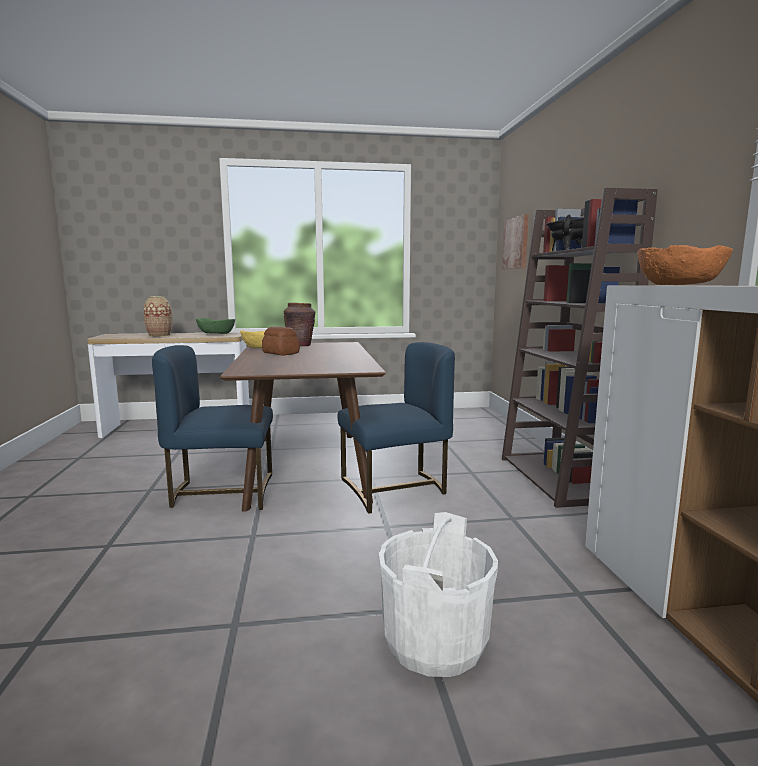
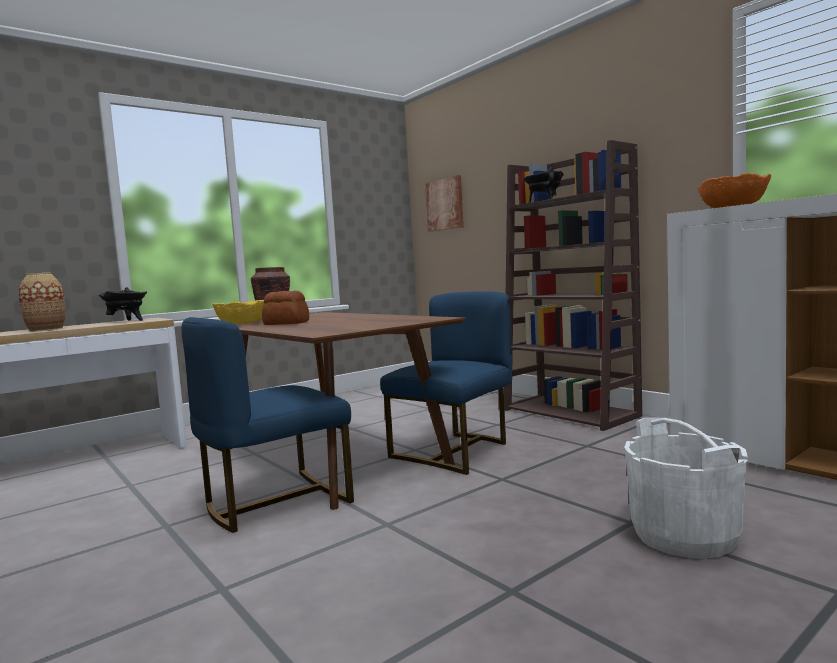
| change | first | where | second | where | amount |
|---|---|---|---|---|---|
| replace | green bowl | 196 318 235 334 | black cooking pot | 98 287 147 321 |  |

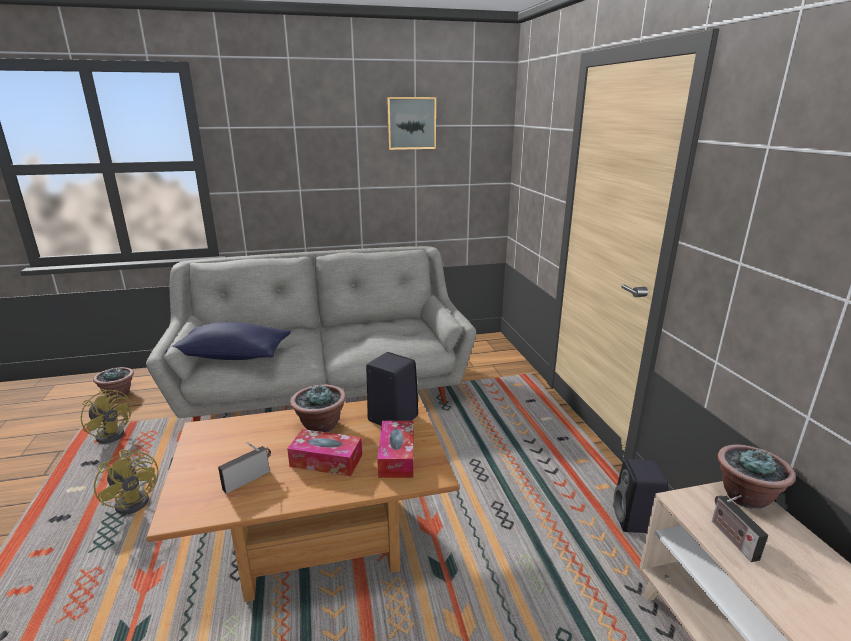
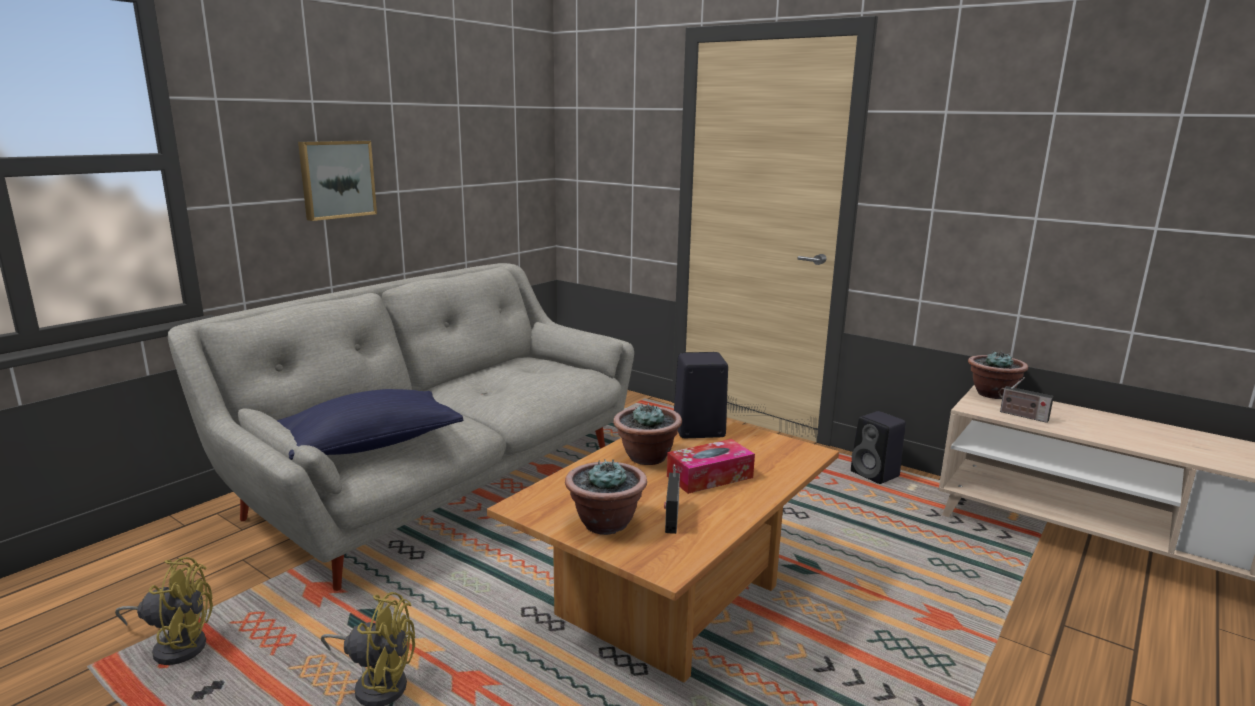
| change | first | where | second | where | amount |
|---|---|---|---|---|---|
| move | picture | 387 97 436 150 |  | 298 141 377 221 |  |
| move | potted plant | 93 367 134 398 |  | 565 459 647 535 |  |
| delete | tissue box | 377 421 414 478 |  |  |  |

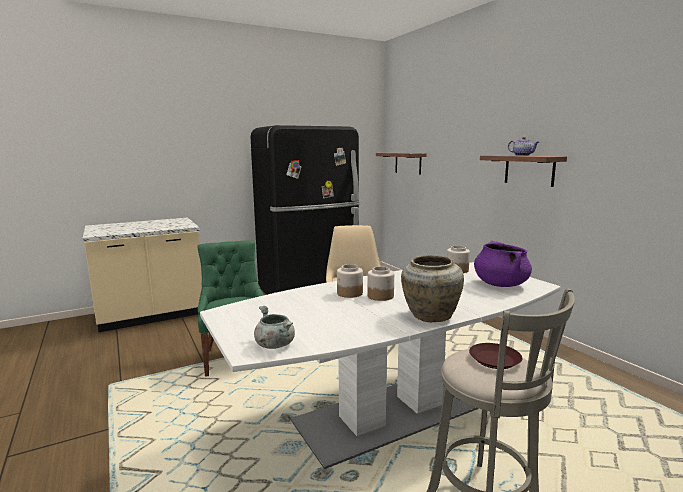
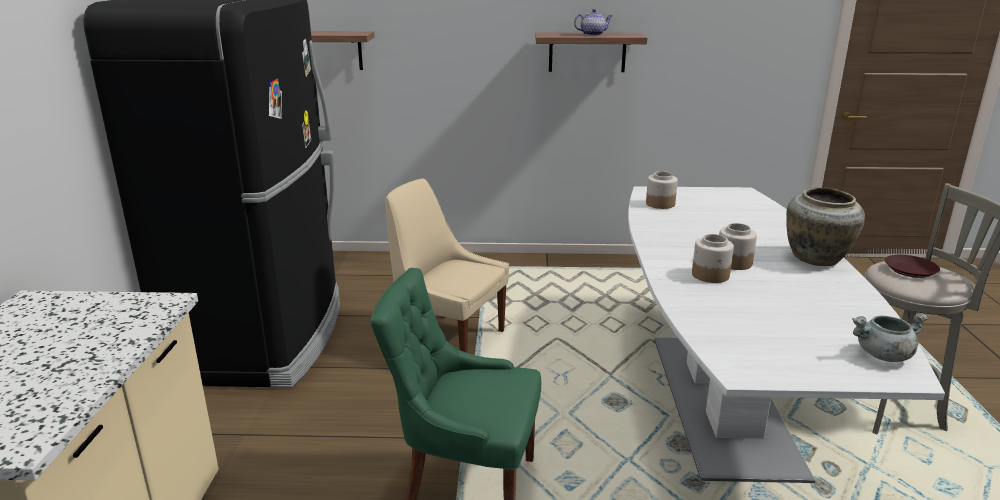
| change | first | where | second | where | amount |
|---|---|---|---|---|---|
| delete | purple cooking pot | 474 241 532 287 |  |  |  |

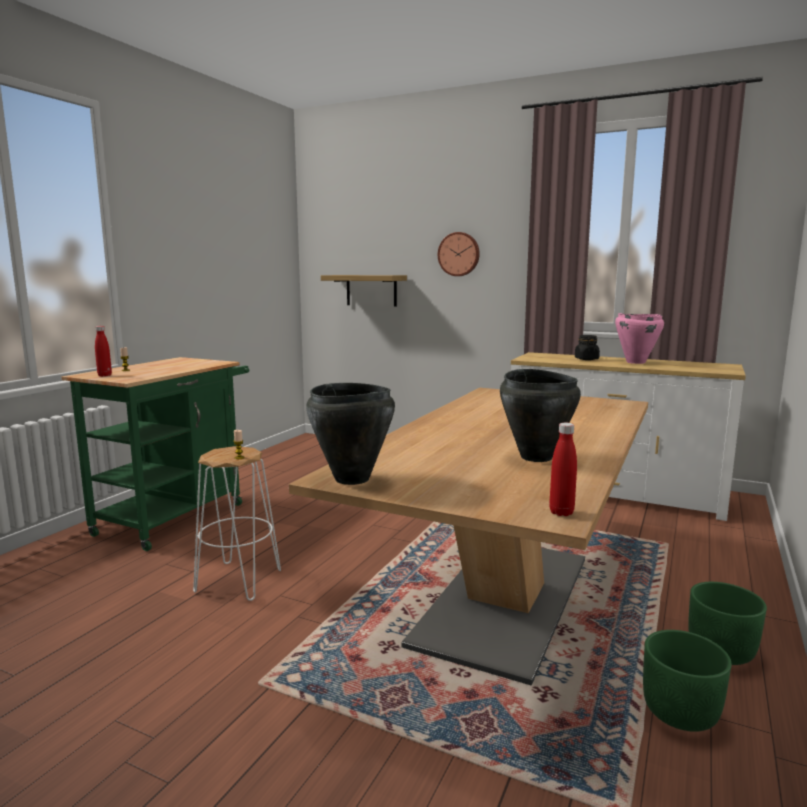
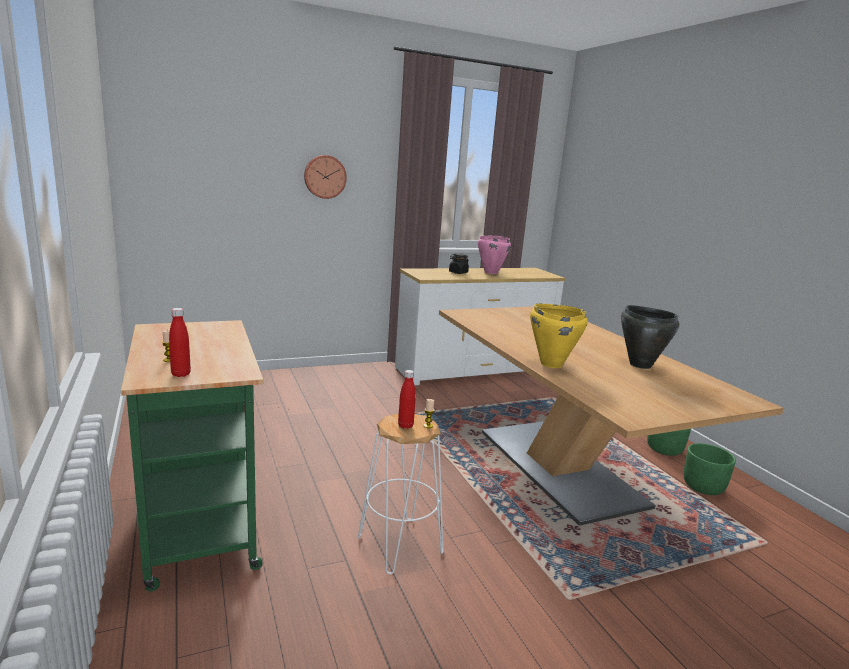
| change | first | where | second | where | amount |
|---|---|---|---|---|---|
| move | red bottle | 549 423 577 516 |  | 398 370 416 429 |  |
| insert |  |  | yellow cooking pot | 530 304 588 368 |  |
| delete | black cooking pot | 306 383 395 485 |  |  |  |
| delete | shelf | 321 275 407 307 |  |  |  |

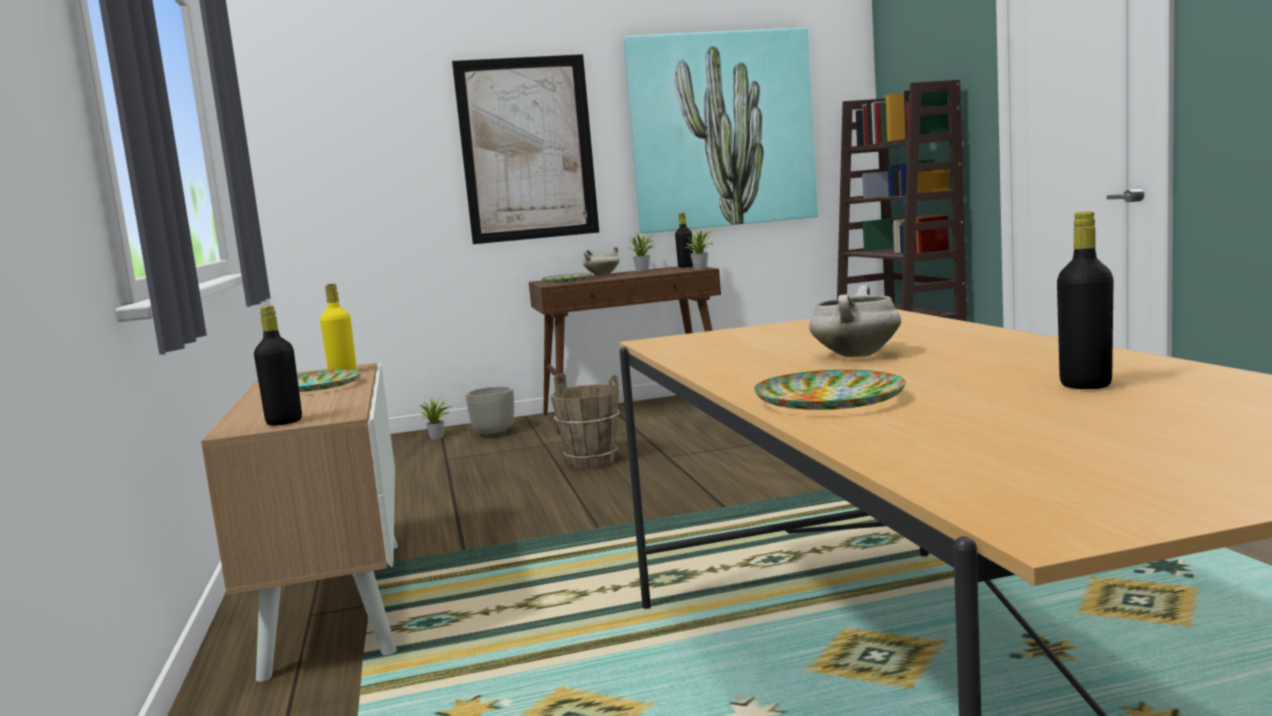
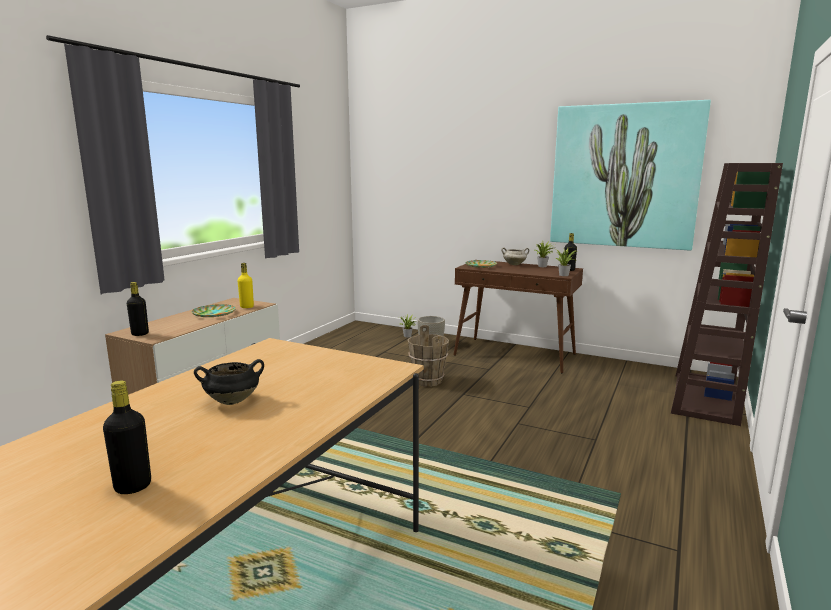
| change | first | where | second | where | amount |
|---|---|---|---|---|---|
| recolor | white cooking pot | 809 285 901 357 | black cooking pot | 194 359 264 405 |  |
| delete | picture | 452 54 599 244 |  |  |  |
| delete | plate | 754 370 906 410 |  |  |  |

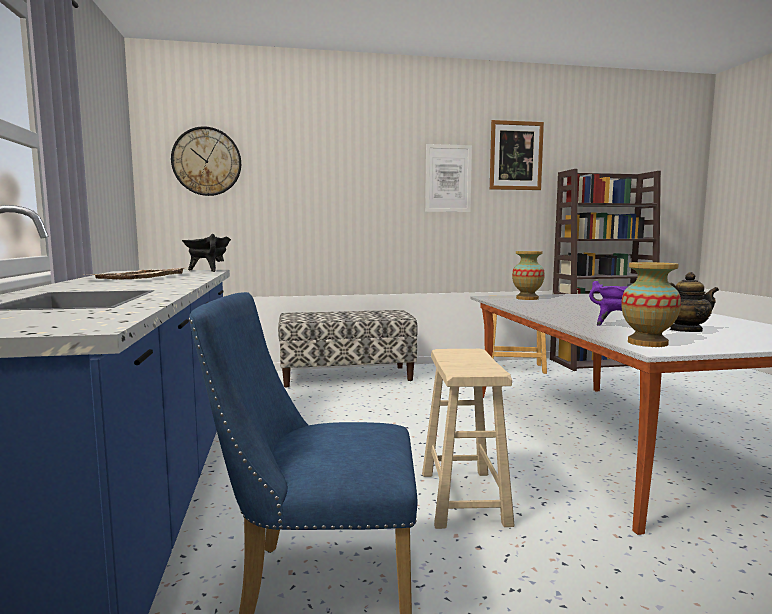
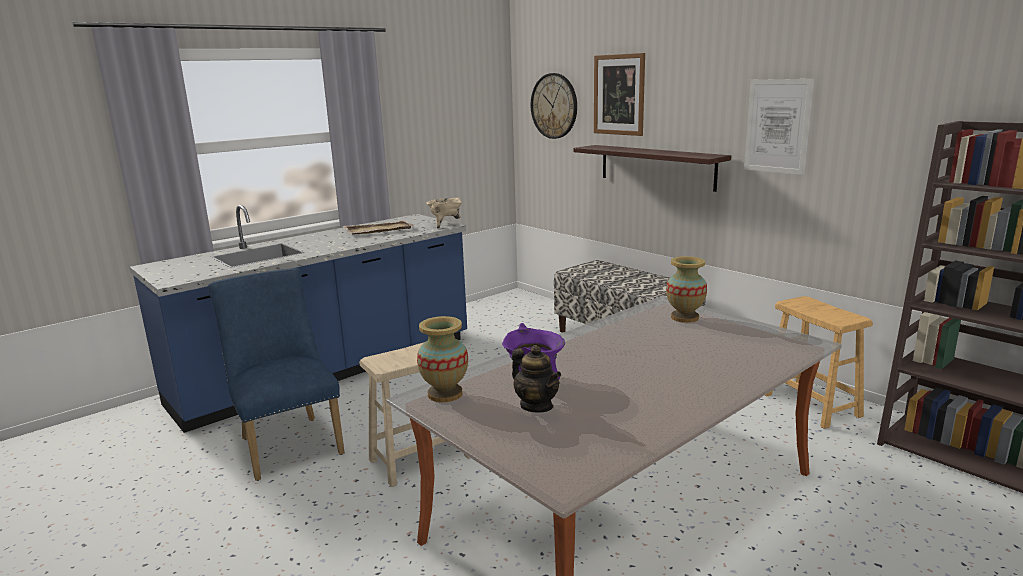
| change | first | where | second | where | amount |
|---|---|---|---|---|---|
| recolor | black cooking pot | 182 234 231 272 | beige cooking pot | 426 198 462 229 |  |
| insert |  |  | shelf | 574 145 731 192 |  |
| move | picture | 490 120 544 190 |  | 594 53 645 136 |  |

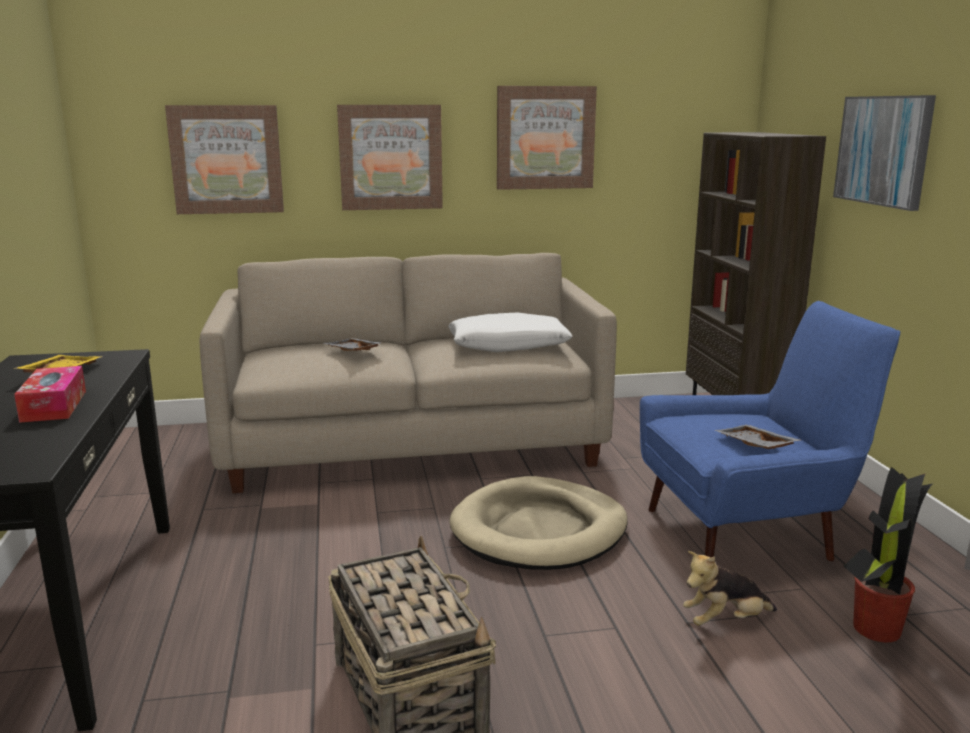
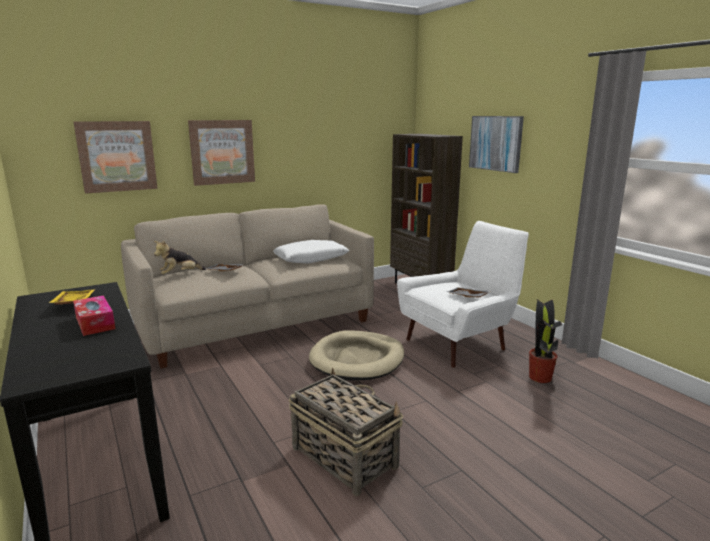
| change | first | where | second | where | amount |
|---|---|---|---|---|---|
| move | plush toy | 683 551 777 626 |  | 154 241 206 274 |  |
| recolor | blue armchair | 640 301 900 561 | white armchair | 397 221 529 367 |  |
| delete | picture | 497 86 597 190 |  |  |  |

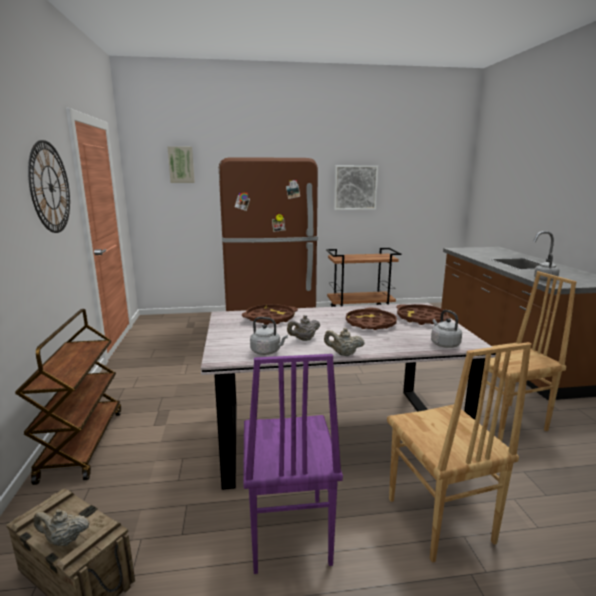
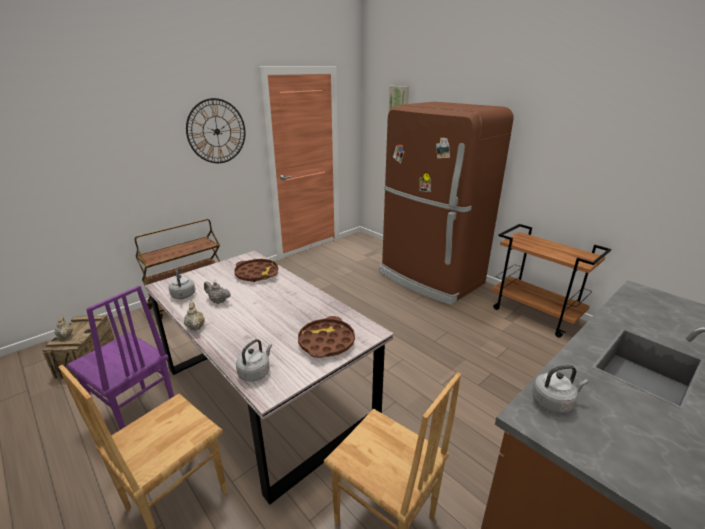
| change | first | where | second | where | amount |
|---|---|---|---|---|---|
| rotate | purple chair | 243 354 343 574 |  | 66 285 174 430 | 105 degrees counterclockwise |
| delete | picture | 334 165 378 210 |  |  |  |
| delete | brown tray | 346 308 397 330 |  |  |  |

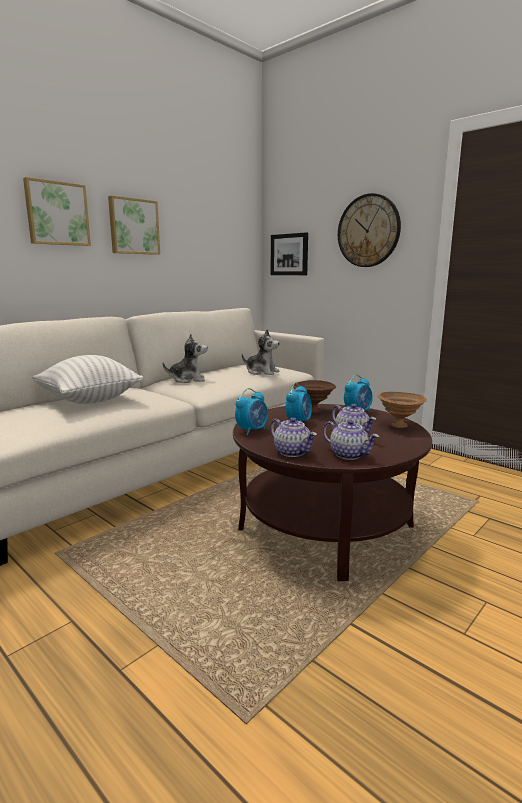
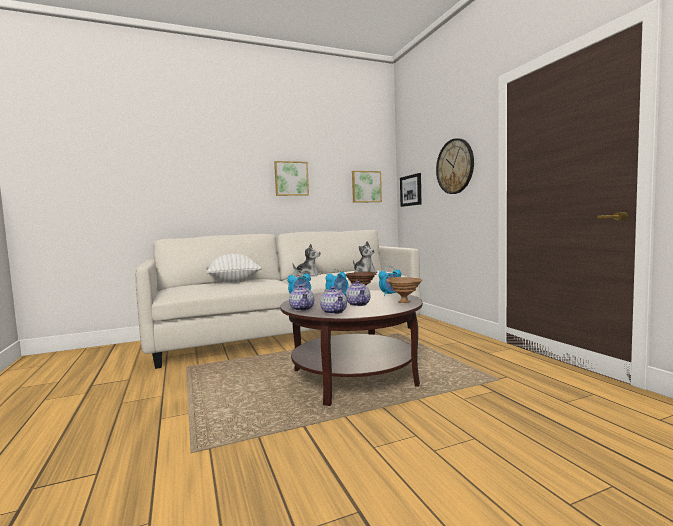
| change | first | where | second | where | amount |
|---|---|---|---|---|---|
| move | picture | 23 177 91 246 |  | 352 171 382 203 |  |

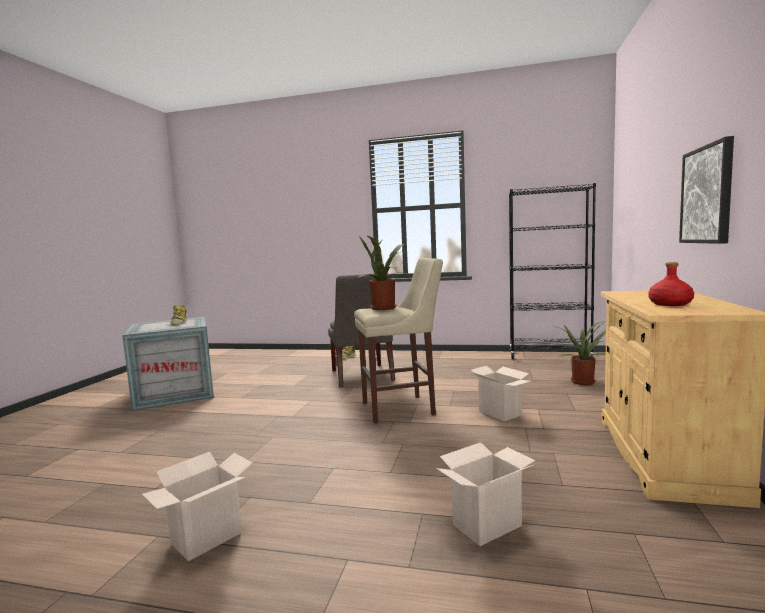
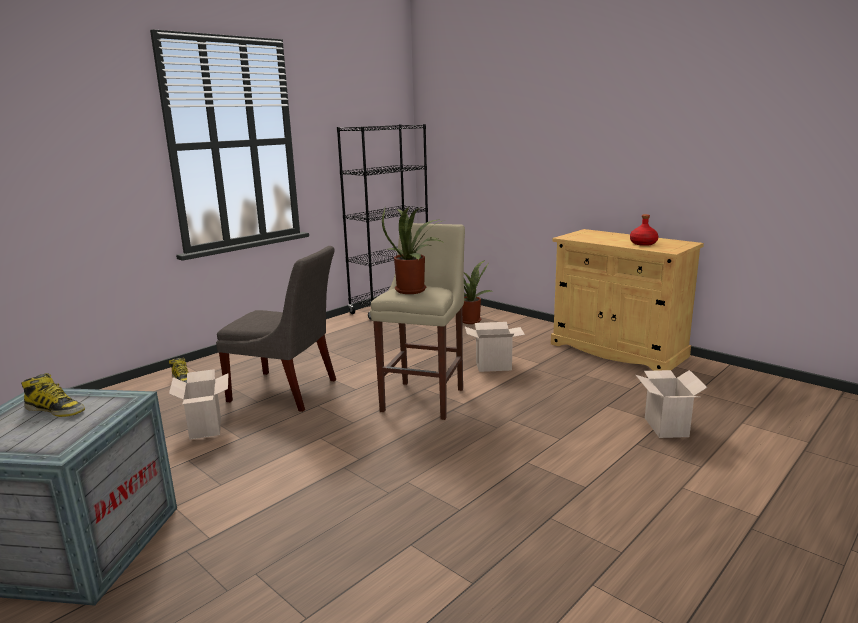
| change | first | where | second | where | amount |
|---|---|---|---|---|---|
| move | cardboard box | 142 452 252 561 |  | 169 369 228 440 |  |
| delete | picture | 679 136 734 244 |  |  |  |

